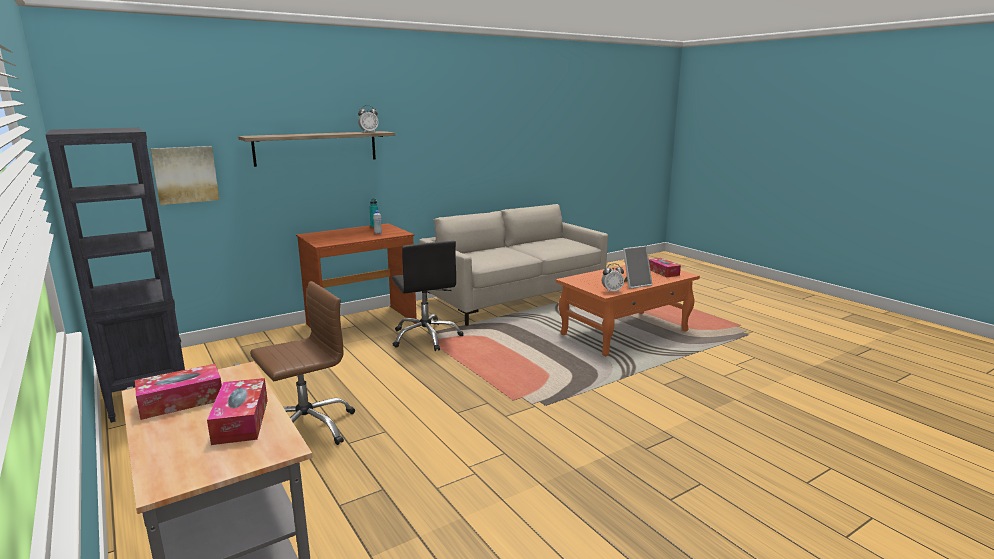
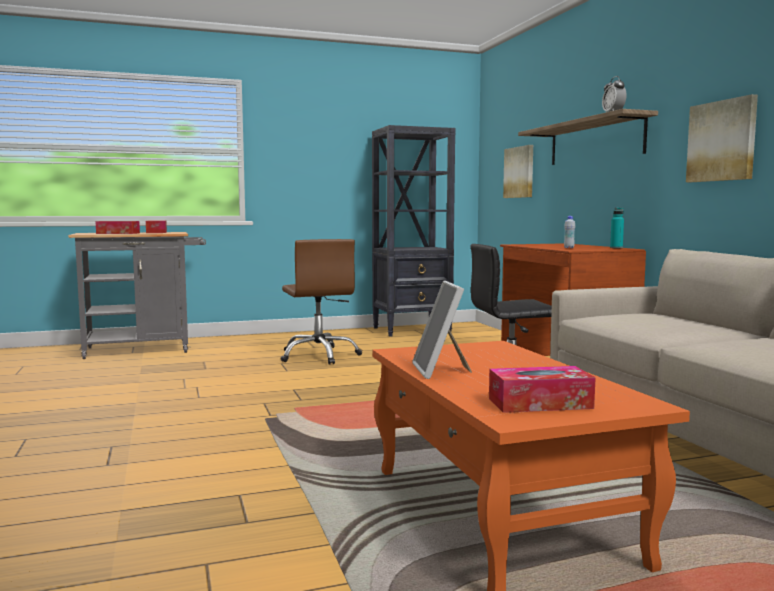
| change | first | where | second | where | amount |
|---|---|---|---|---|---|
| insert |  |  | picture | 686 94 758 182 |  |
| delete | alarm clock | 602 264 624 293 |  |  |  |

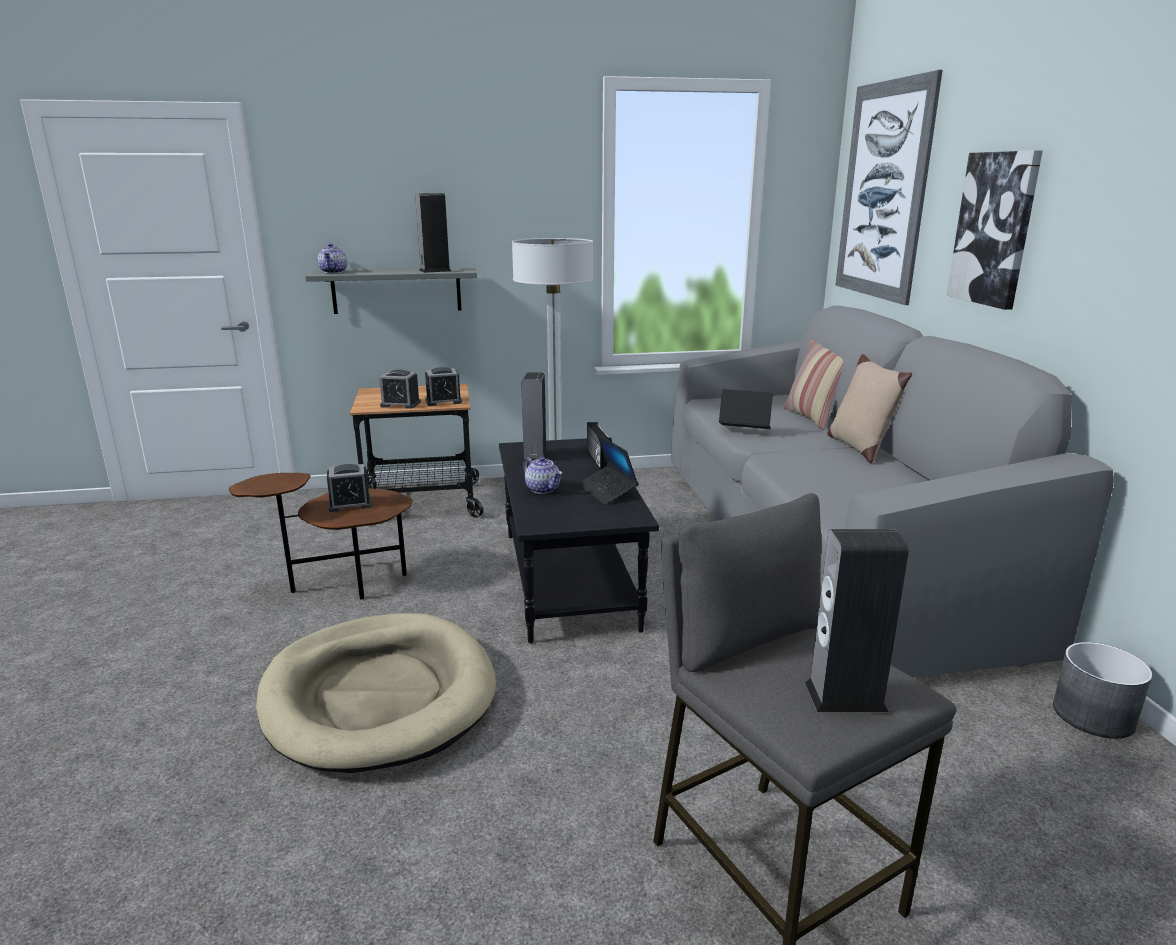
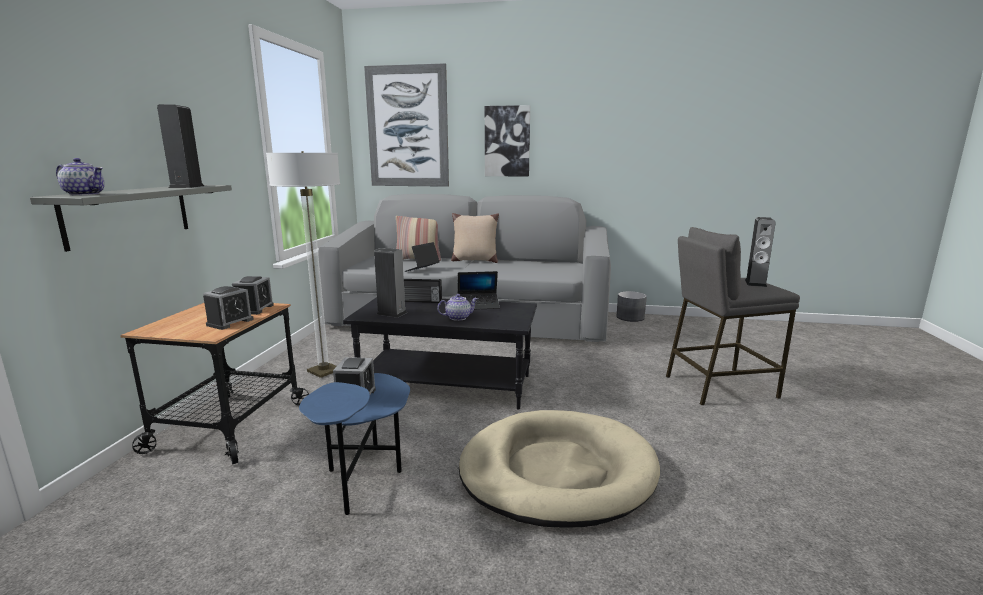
| change | first | where | second | where | amount |
|---|---|---|---|---|---|
| recolor | brown side table | 229 473 413 600 | blue side table | 299 373 410 515 |  |

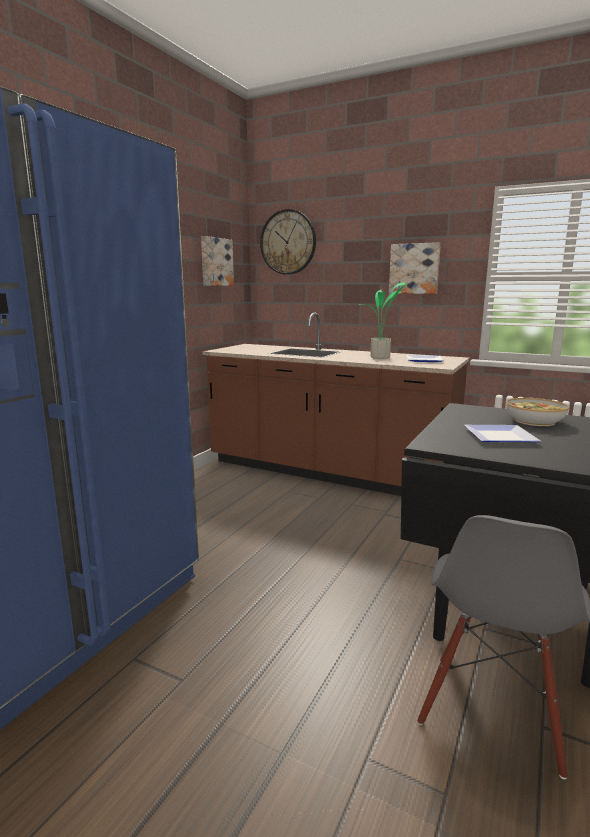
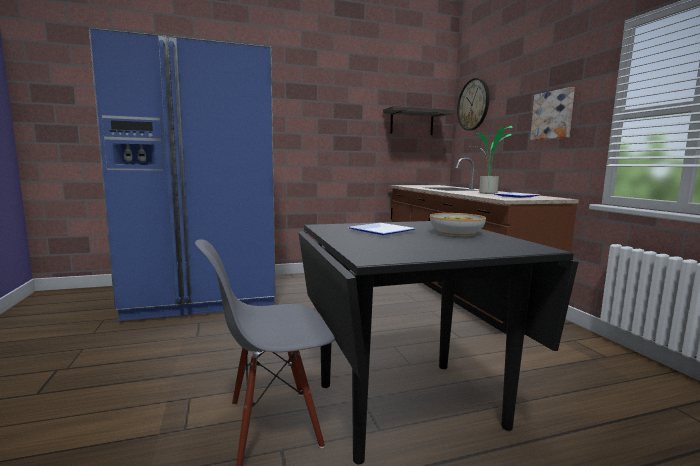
| change | first | where | second | where | amount |
|---|---|---|---|---|---|
| replace | picture | 201 236 234 286 | shelf | 383 106 454 135 |  |

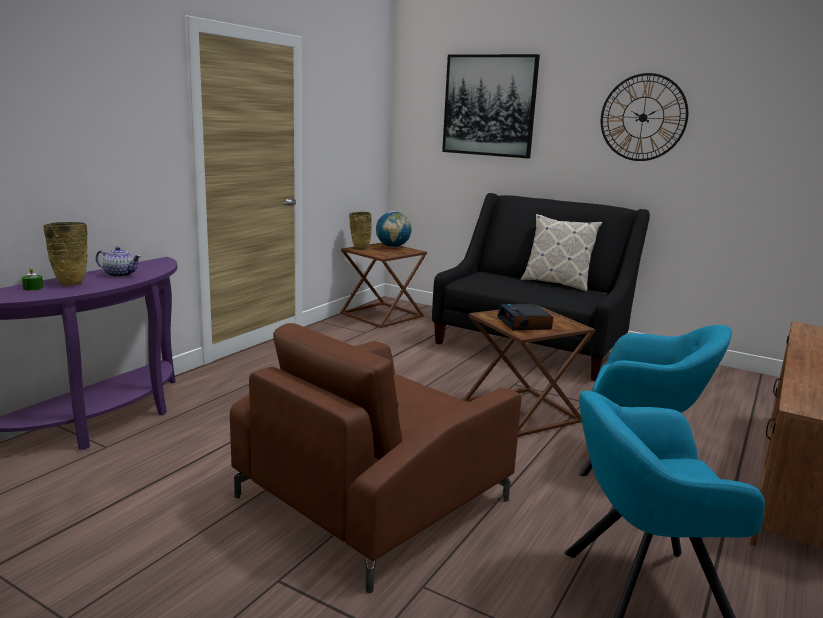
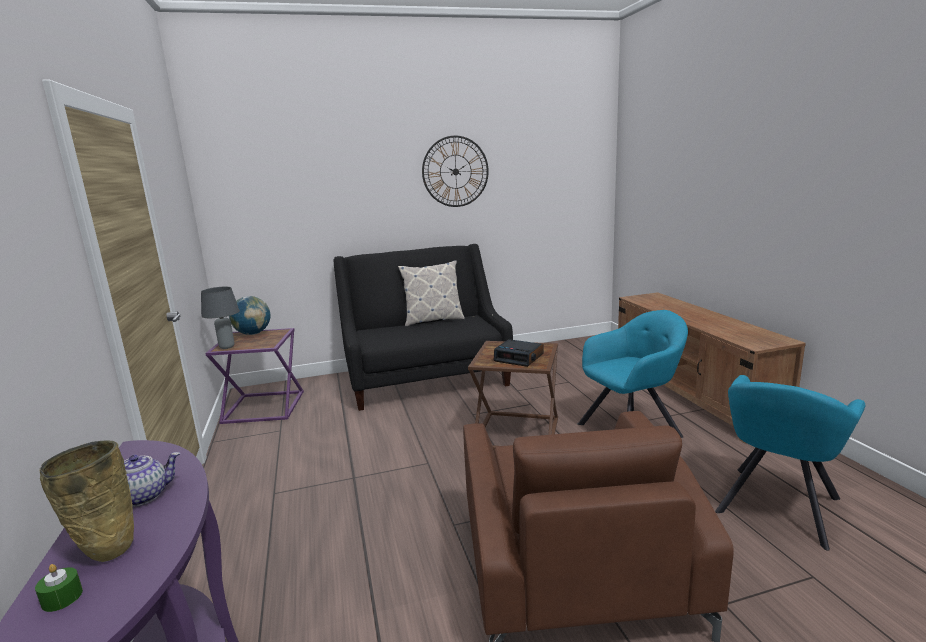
| change | first | where | second | where | amount |
|---|---|---|---|---|---|
| replace | beige vase | 349 212 372 250 | grey table lamp | 201 287 240 349 |  |
| recolor | brown side table | 340 243 427 328 | purple side table | 205 328 304 424 |  |
| delete | picture | 442 54 540 159 |  |  |  |

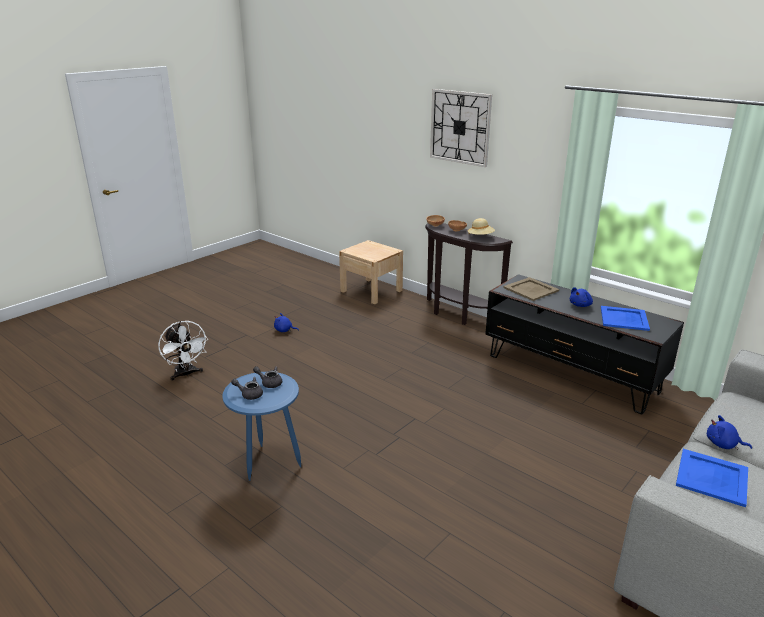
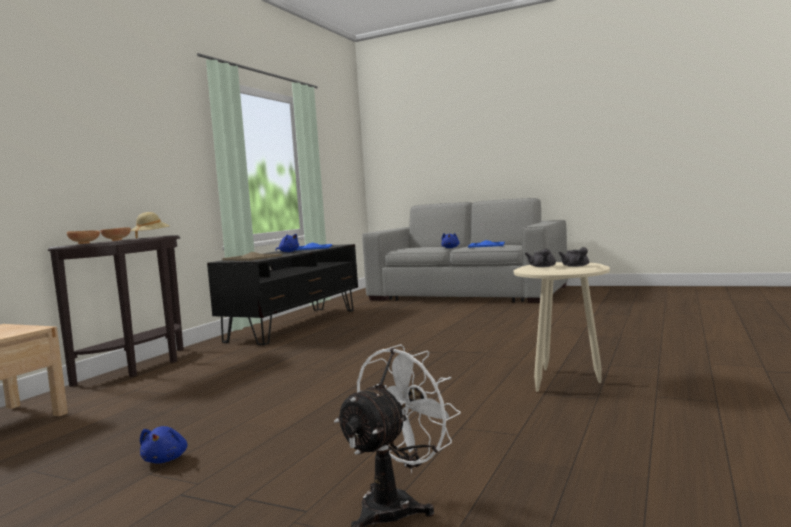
| change | first | where | second | where | amount |
|---|---|---|---|---|---|
| recolor | blue side table | 222 372 301 481 | beige side table | 514 262 610 392 |  |
| delete | wall clock | 430 89 492 167 |  |  |  |

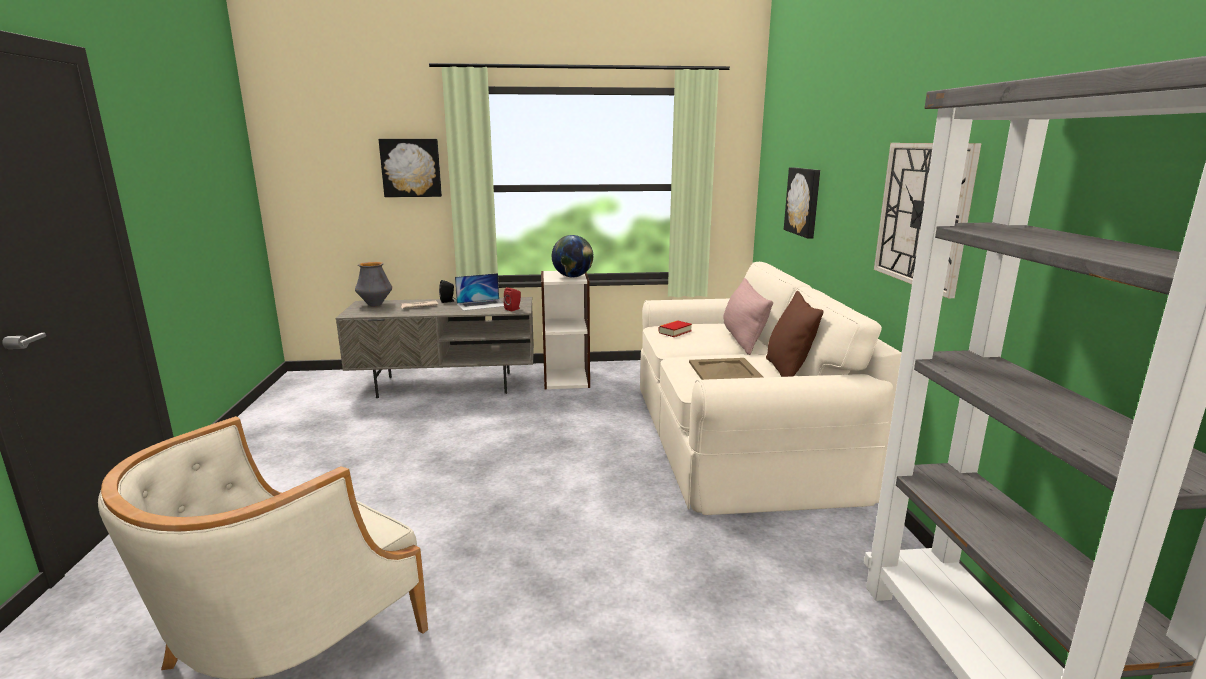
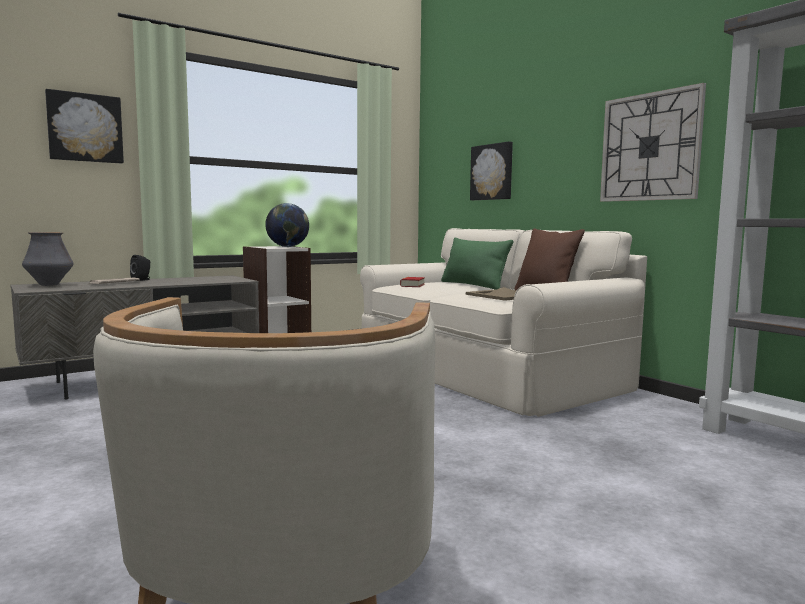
| change | first | where | second | where | amount |
|---|---|---|---|---|---|
| recolor | pink pillow | 723 278 773 355 | green pillow | 441 238 513 290 |  |
| delete | laptop | 455 273 504 311 |  |  |  |
| delete | red speaker | 504 287 521 311 |  |  |  |

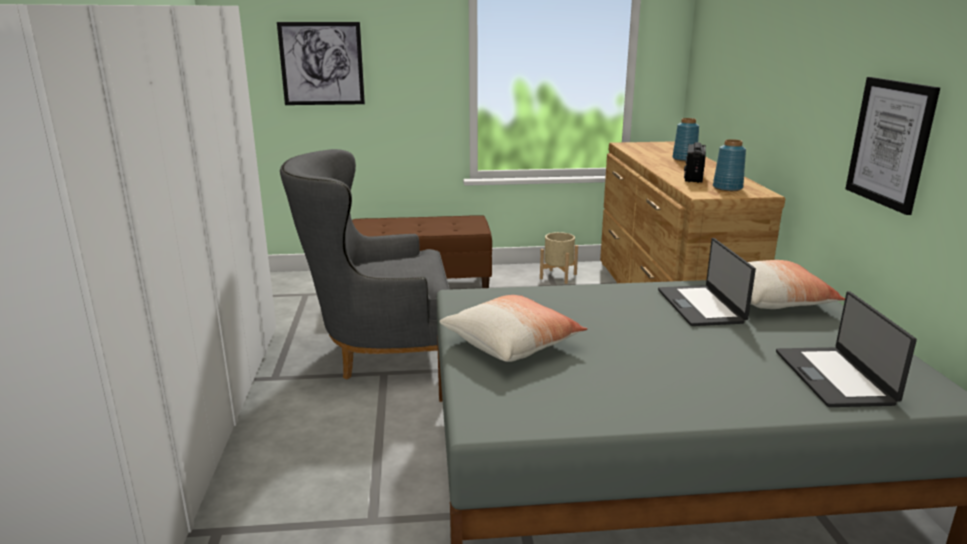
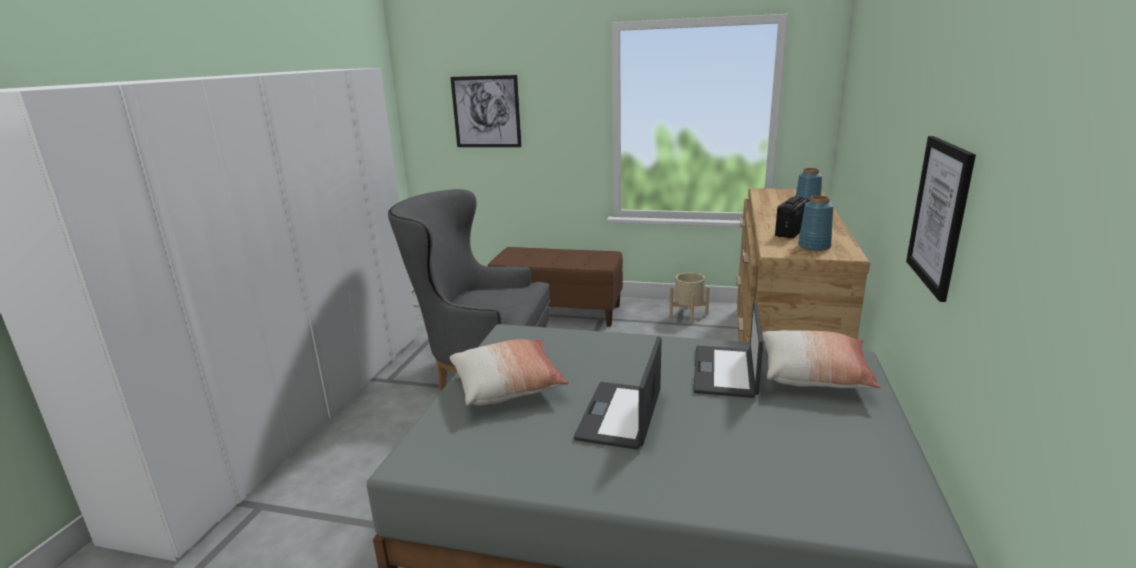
| change | first | where | second | where | amount |
|---|---|---|---|---|---|
| move | laptop | 776 291 917 407 |  | 574 336 662 450 |  |

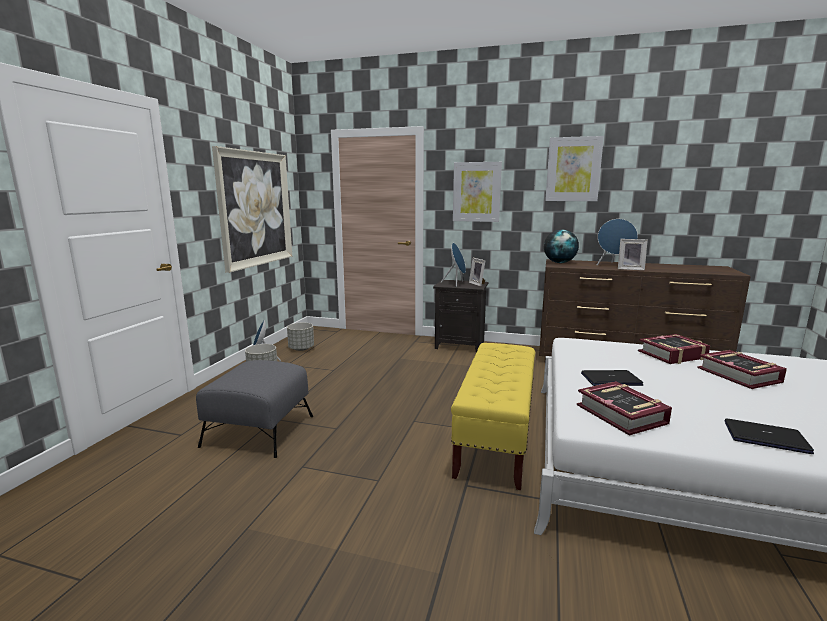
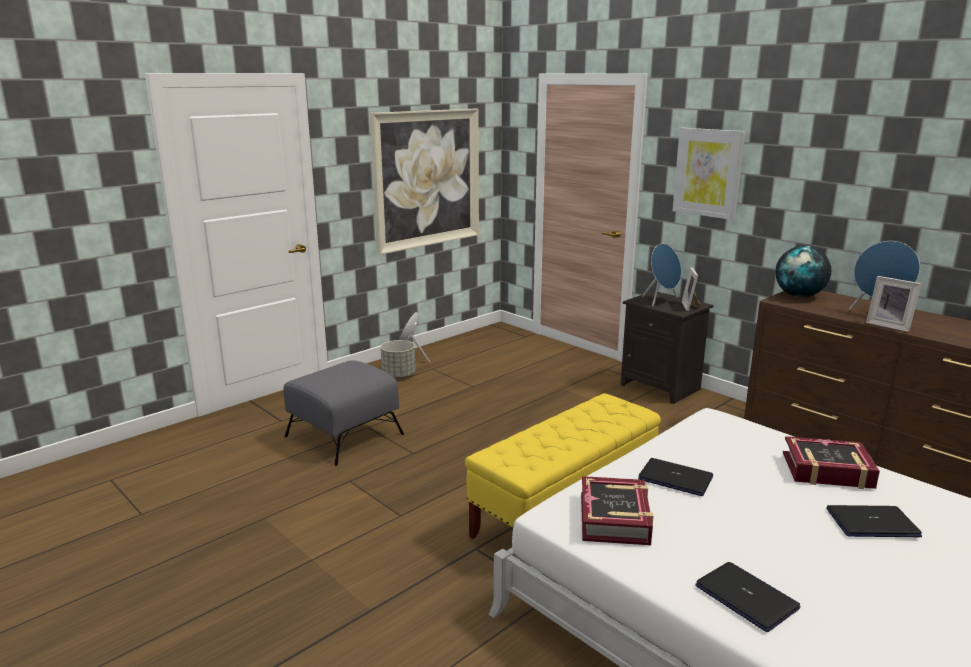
| change | first | where | second | where | amount |
|---|---|---|---|---|---|
| replace | book | 697 350 787 389 | laptop | 826 505 922 537 |  |
| delete | grey planter | 287 323 314 351 |  |  |  |
| delete | picture | 545 136 604 201 |  |  |  |

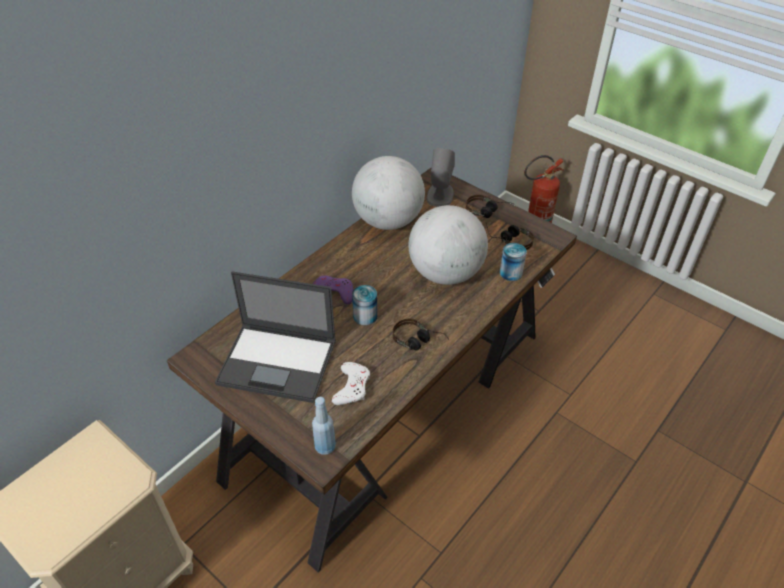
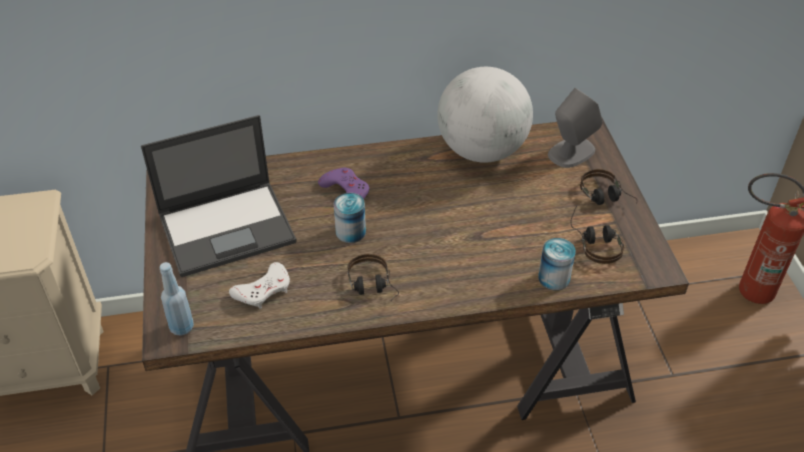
| change | first | where | second | where | amount |
|---|---|---|---|---|---|
| rotate | laptop | 215 272 336 403 |  | 141 115 297 277 | 75 degrees counterclockwise |
| delete | globe | 408 205 488 285 |  |  |  |

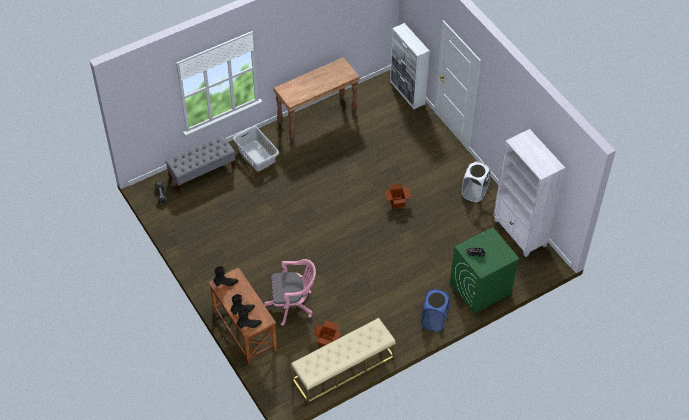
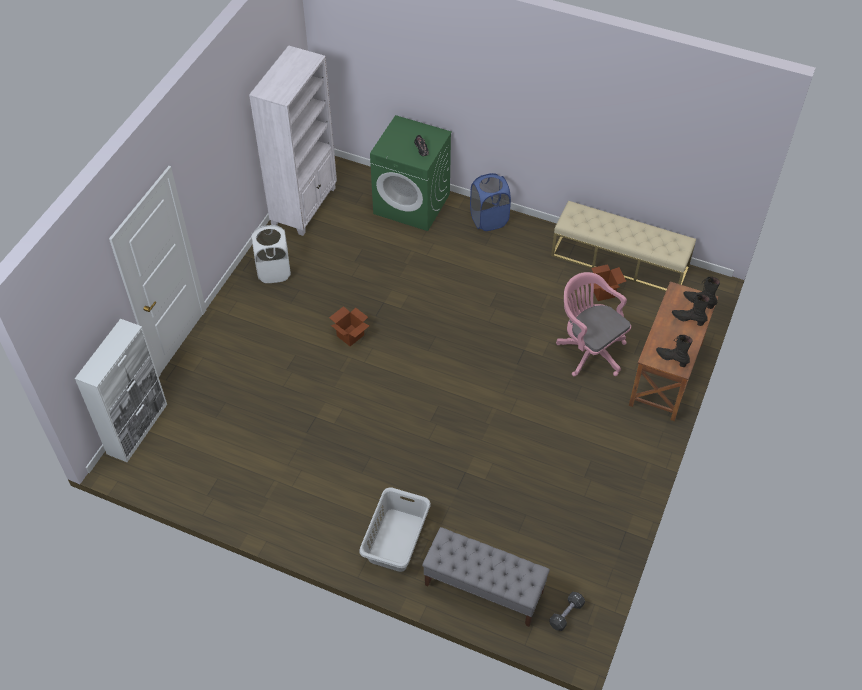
| change | first | where | second | where | amount |
|---|---|---|---|---|---|
| delete | brown console table | 274 57 360 140 |  |  |  |

